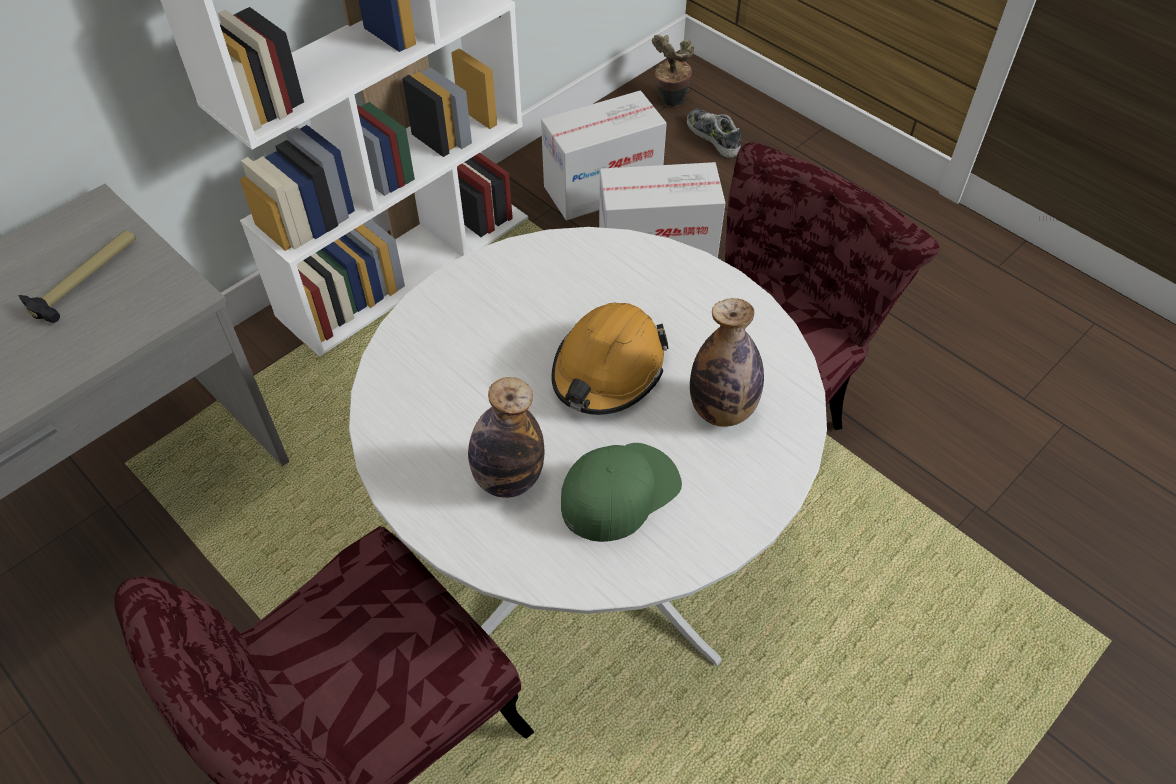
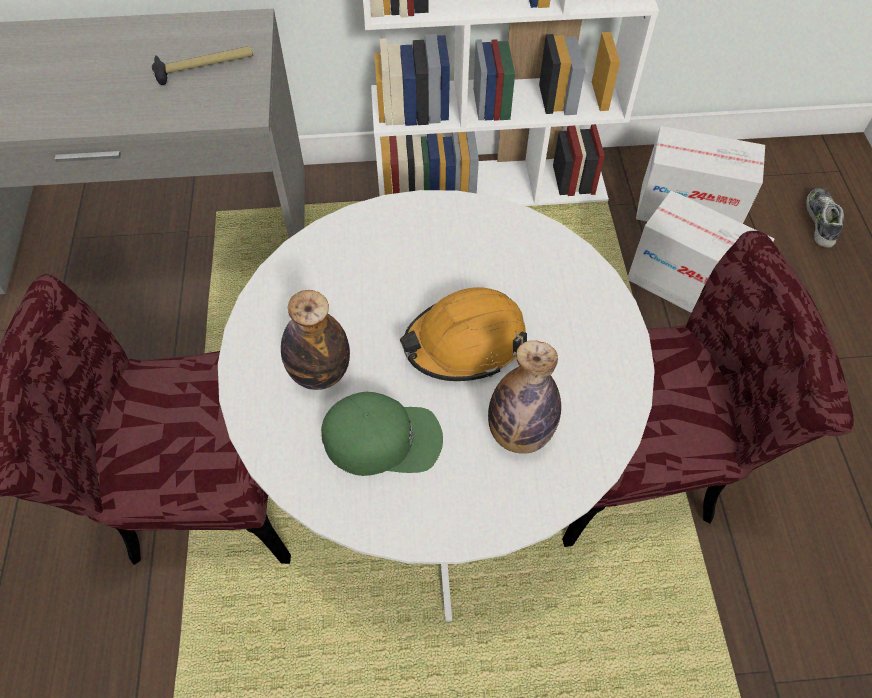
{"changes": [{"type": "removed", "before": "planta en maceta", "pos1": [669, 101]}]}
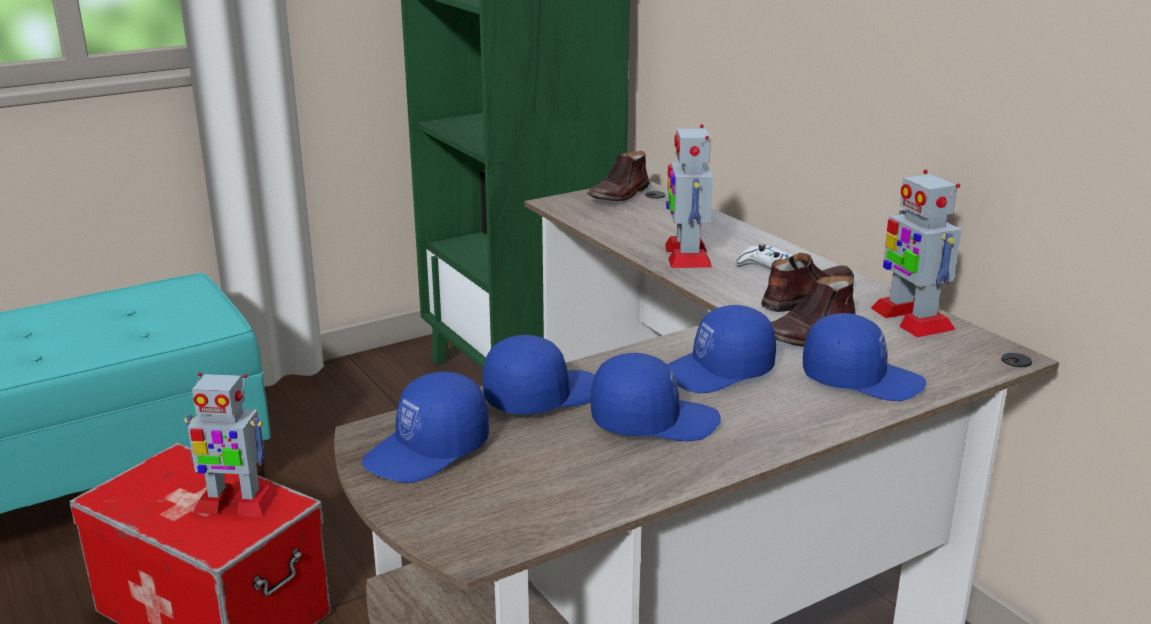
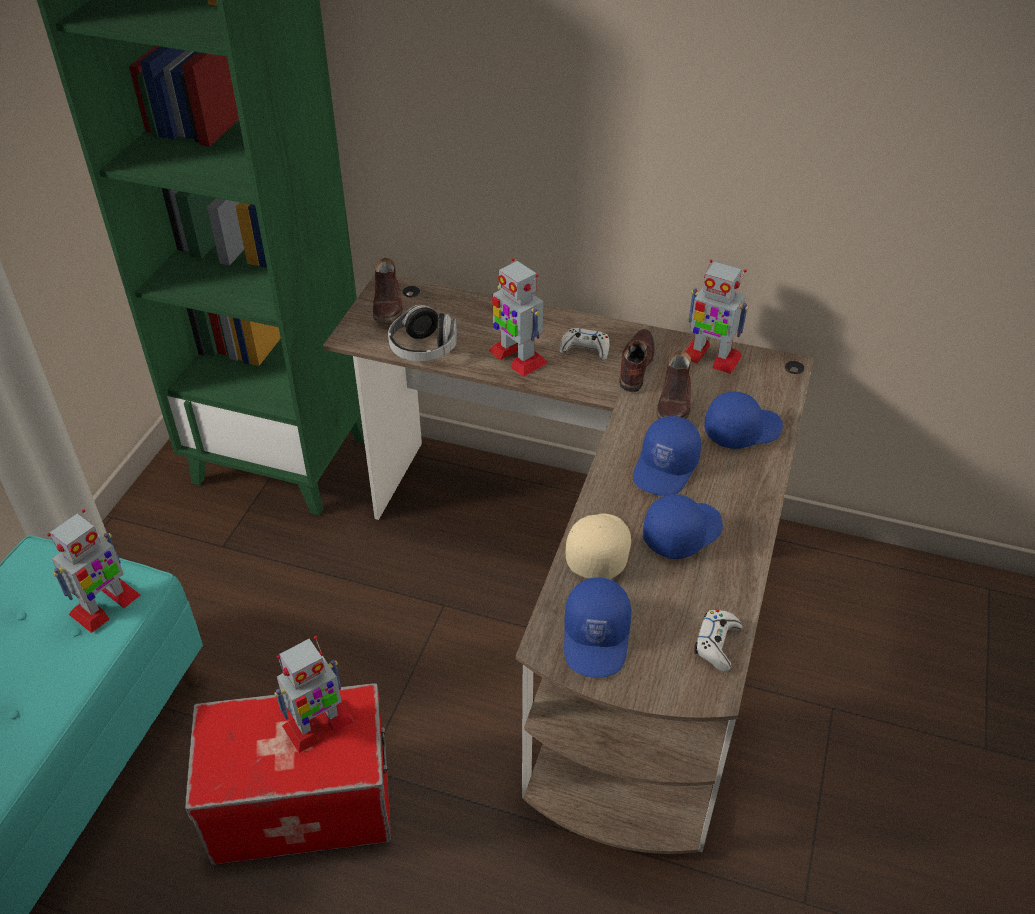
{"changes": [{"type": "recoloured", "before": "gorra (azul)", "after": "gorra (beis)", "pos1": [541, 396], "pos2": [598, 550]}, {"type": "added", "after": "auriculares", "pos2": [423, 349]}, {"type": "added", "after": "robot de juguete", "pos2": [104, 605]}, {"type": "added", "after": "mando de consola (blanco)", "pos2": [717, 644]}]}
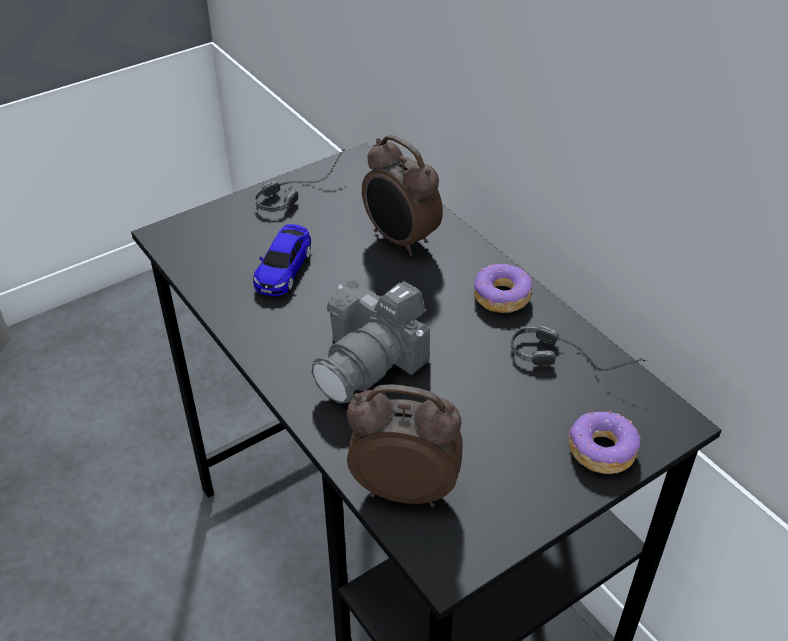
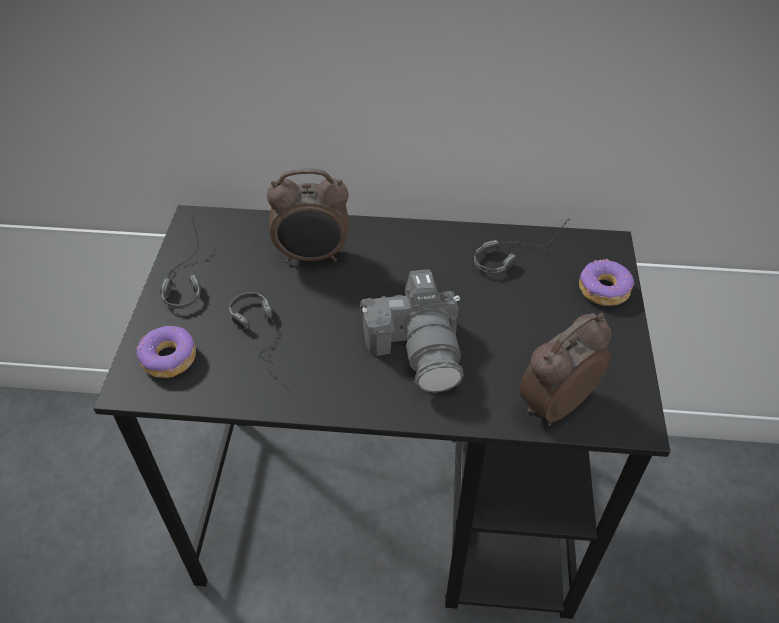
{"changes": [{"type": "replaced", "before": "coche de juguete", "after": "auriculares", "pos1": [283, 269], "pos2": [266, 337]}, {"type": "moved", "before": "rosquilla", "pos1": [501, 297], "pos2": [169, 359]}]}
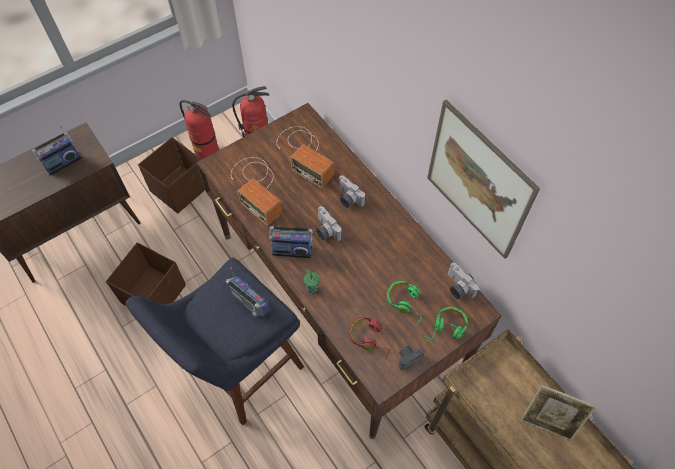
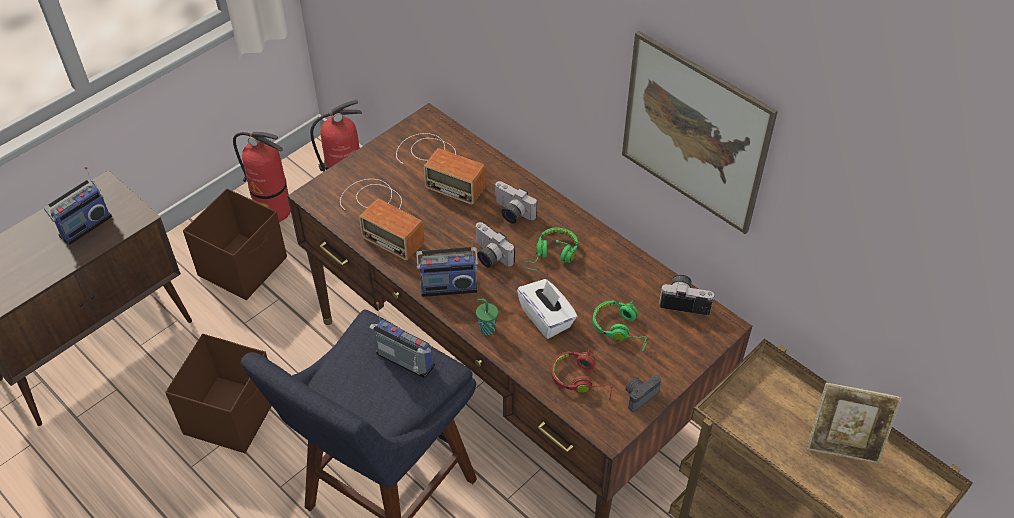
{"changes": [{"type": "turned", "before": "cámara", "pos1": [457, 287], "pos2": [685, 300], "turn": 150}, {"type": "moved", "before": "auriculares (verde)", "pos1": [446, 329], "pos2": [552, 255]}, {"type": "added", "after": "caja de pañuelos (blanco)", "pos2": [546, 318]}]}
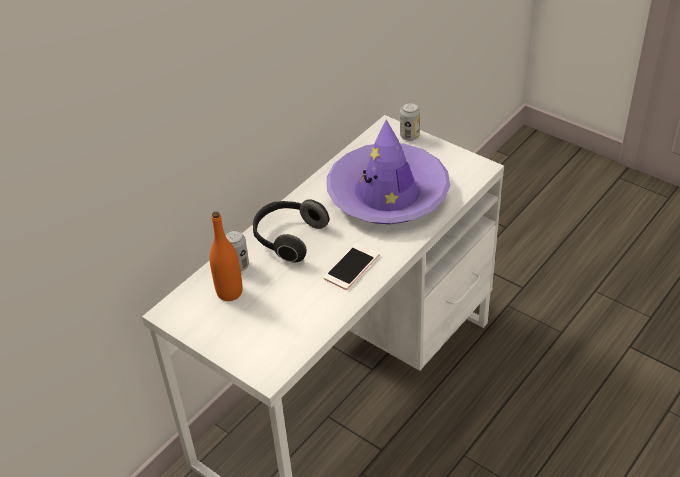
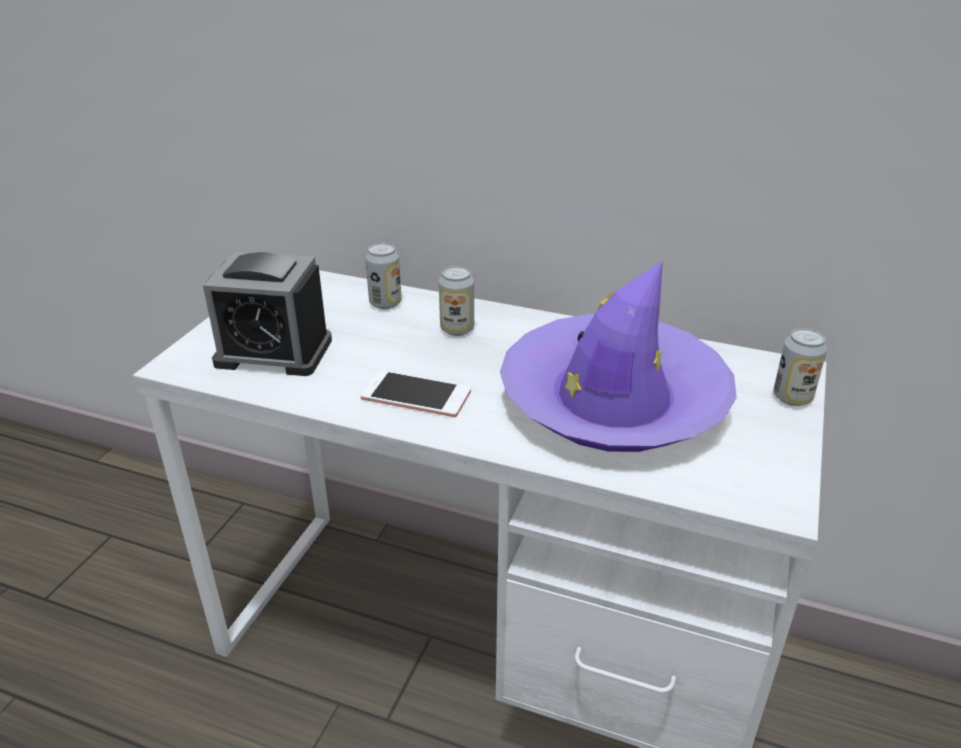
{"changes": [{"type": "replaced", "before": "auriculares", "after": "lata", "pos1": [288, 238], "pos2": [457, 329]}, {"type": "removed", "before": "botella (naranja)", "pos1": [229, 292]}, {"type": "added", "after": "despertador", "pos2": [274, 352]}]}
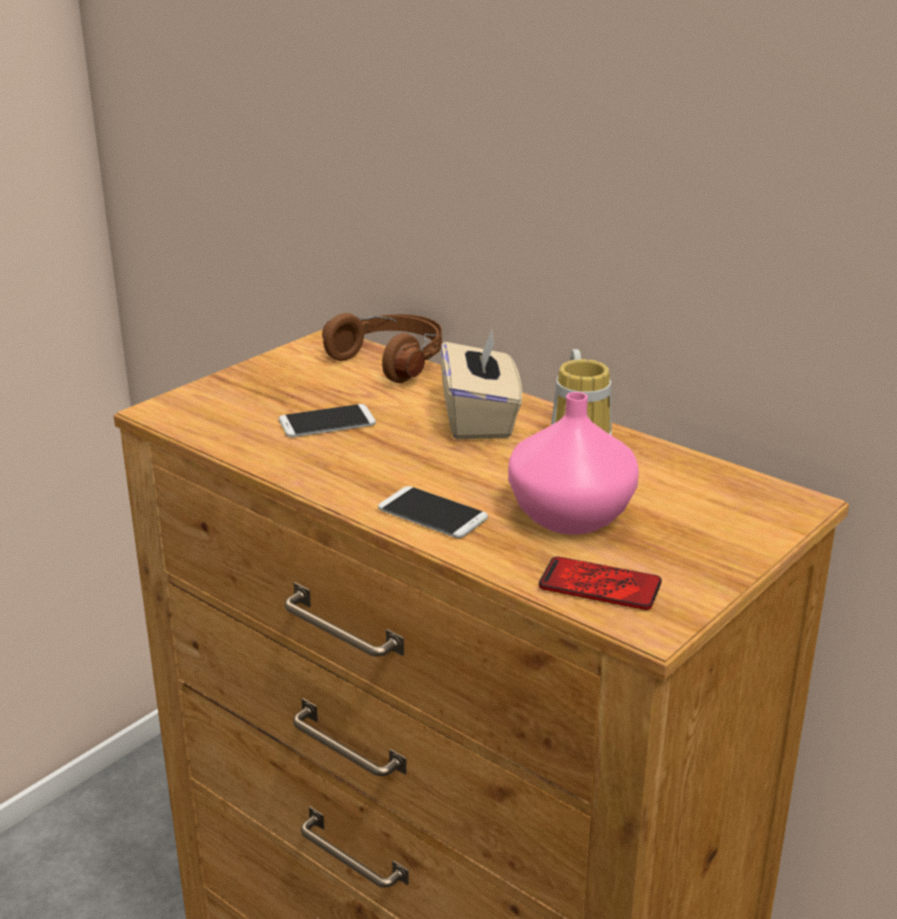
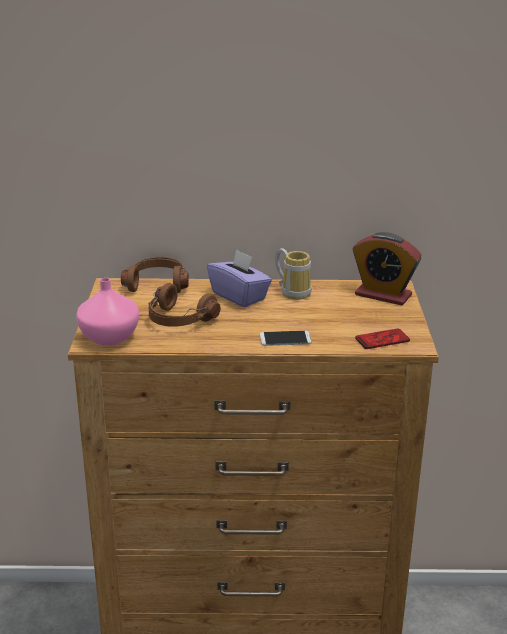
{"changes": [{"type": "recoloured", "before": "caja de pañuelos (beis)", "after": "caja de pañuelos (morado)", "pos1": [480, 419], "pos2": [239, 296]}, {"type": "moved", "before": "florero (rosa)", "pos1": [568, 516], "pos2": [108, 337]}, {"type": "replaced", "before": "móvil", "after": "auriculares (marrón)", "pos1": [327, 422], "pos2": [178, 320]}, {"type": "added", "after": "despertador", "pos2": [383, 295]}]}
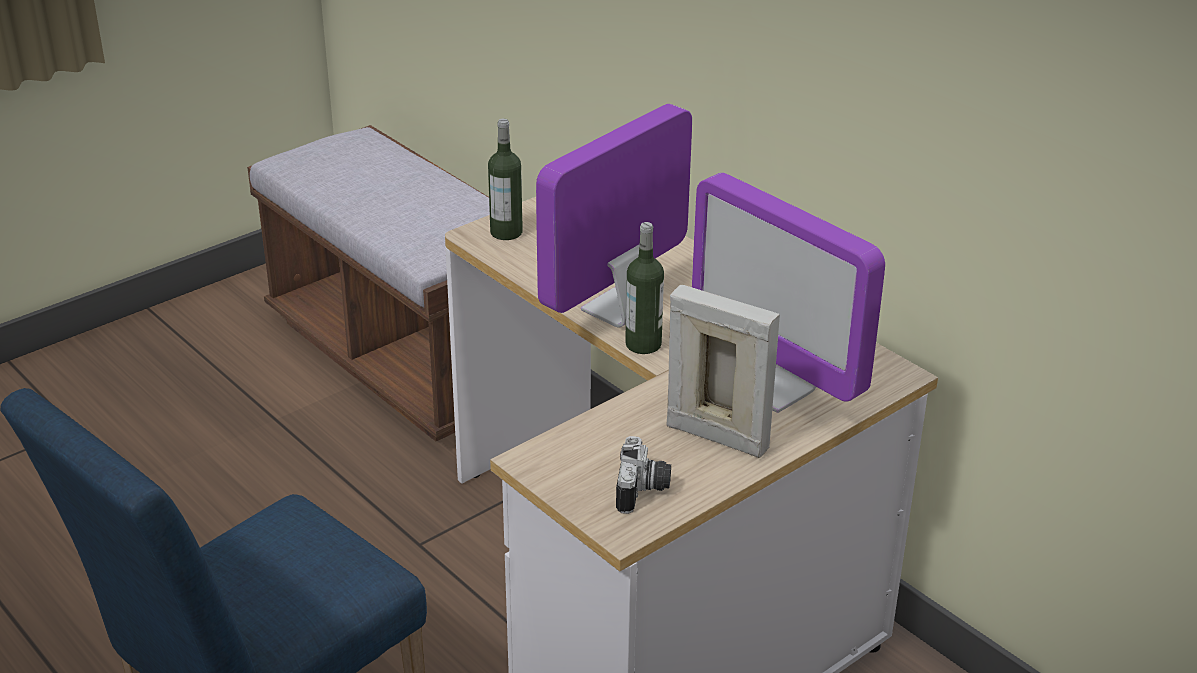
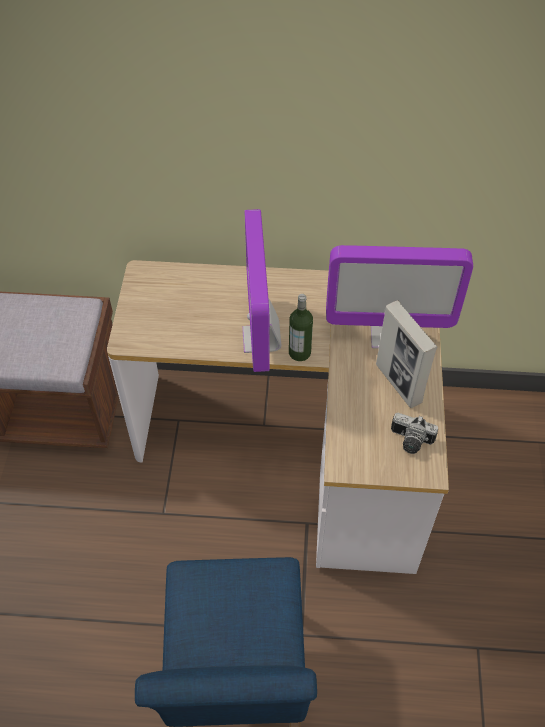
{"changes": [{"type": "removed", "before": "botella", "pos1": [506, 232]}, {"type": "turned", "before": "portarretratos", "pos1": [717, 437], "pos2": [398, 384], "turn": -105}, {"type": "turned", "before": "cámara", "pos1": [644, 491], "pos2": [410, 441], "turn": 150}]}
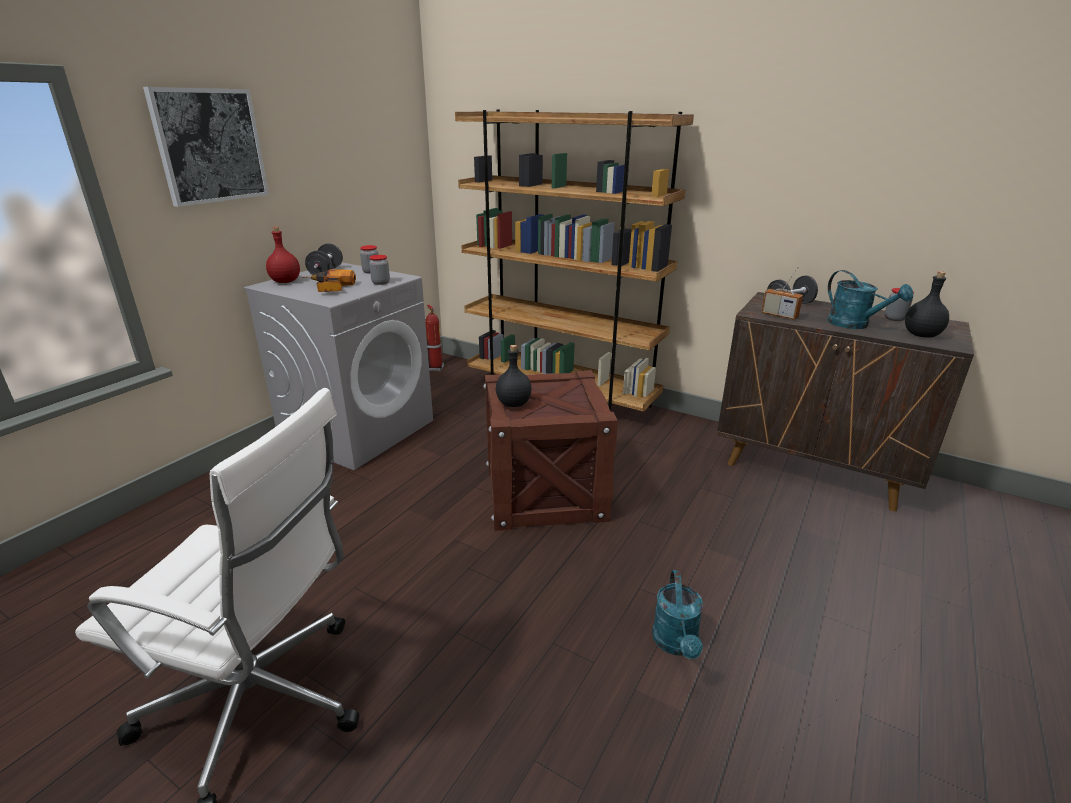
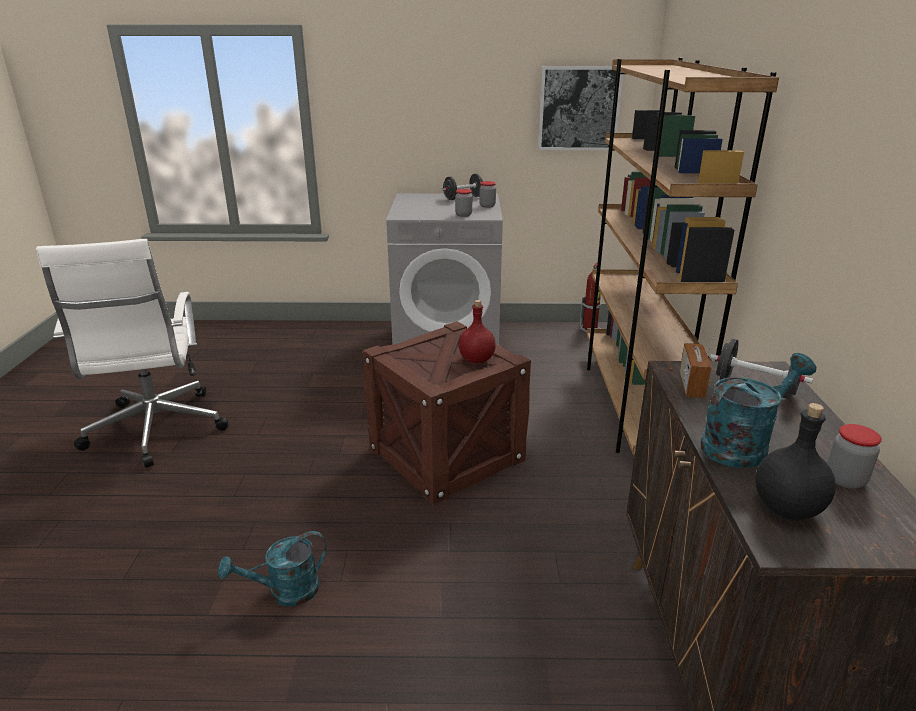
{"changes": [{"type": "moved", "before": "cuadro", "pos1": [210, 146], "pos2": [579, 108]}, {"type": "moved", "before": "botella (rojo)", "pos1": [286, 281], "pos2": [477, 359]}, {"type": "removed", "before": "taladro", "pos1": [328, 288]}, {"type": "turned", "before": "regadera (turquesa)", "pos1": [855, 325], "pos2": [742, 445], "turn": -150}, {"type": "removed", "before": "botella (negro)", "pos1": [514, 404]}]}
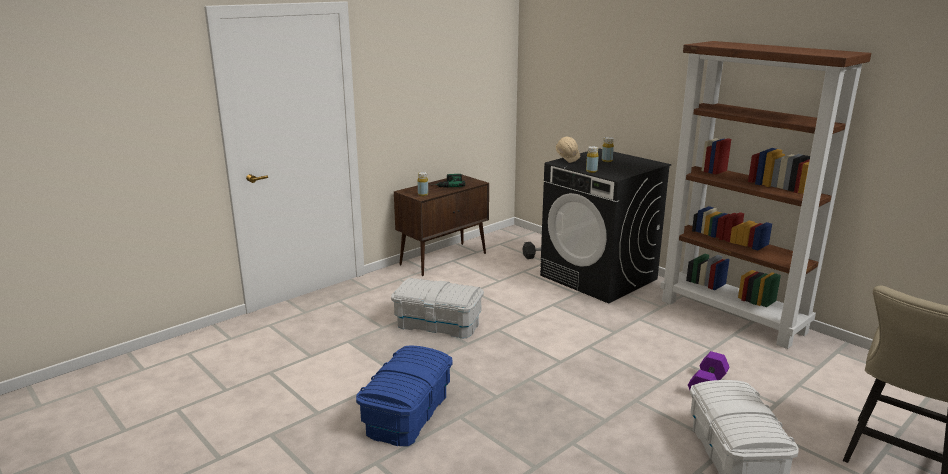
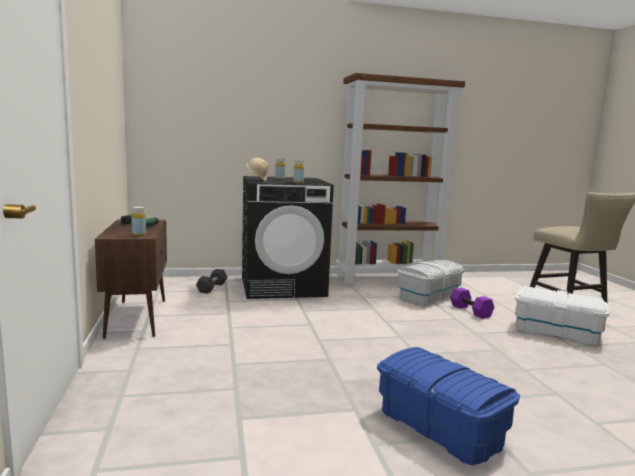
{"changes": [{"type": "moved", "before": "caja de almacenaje (blanco)", "pos1": [438, 324], "pos2": [428, 296]}]}
